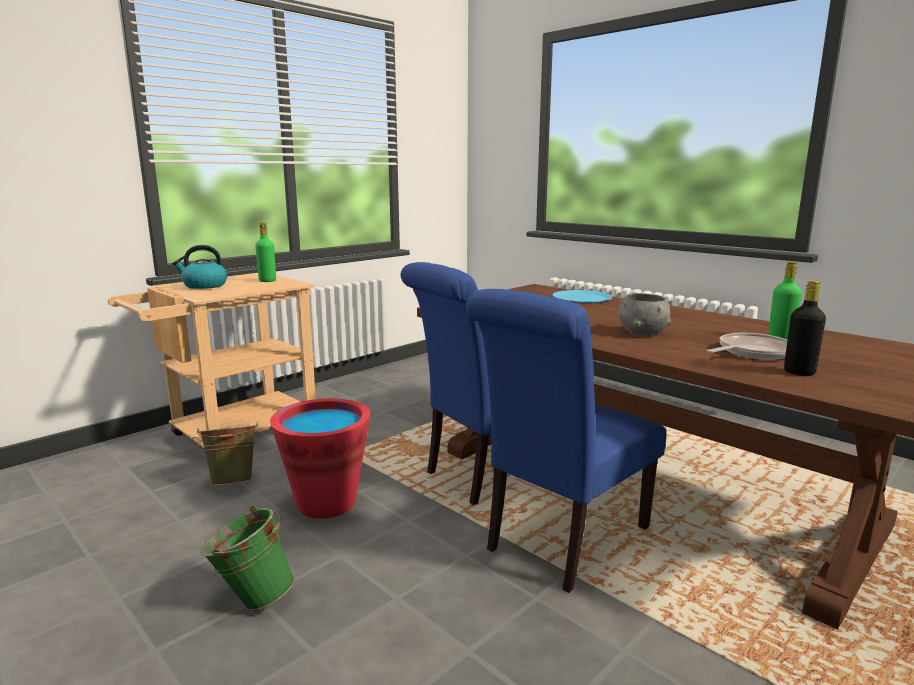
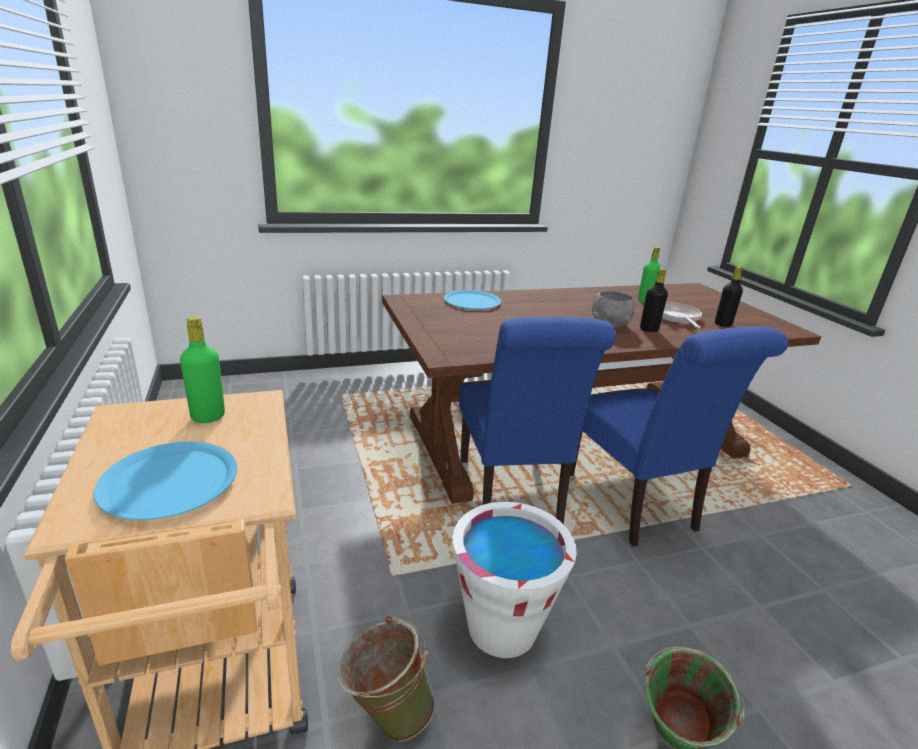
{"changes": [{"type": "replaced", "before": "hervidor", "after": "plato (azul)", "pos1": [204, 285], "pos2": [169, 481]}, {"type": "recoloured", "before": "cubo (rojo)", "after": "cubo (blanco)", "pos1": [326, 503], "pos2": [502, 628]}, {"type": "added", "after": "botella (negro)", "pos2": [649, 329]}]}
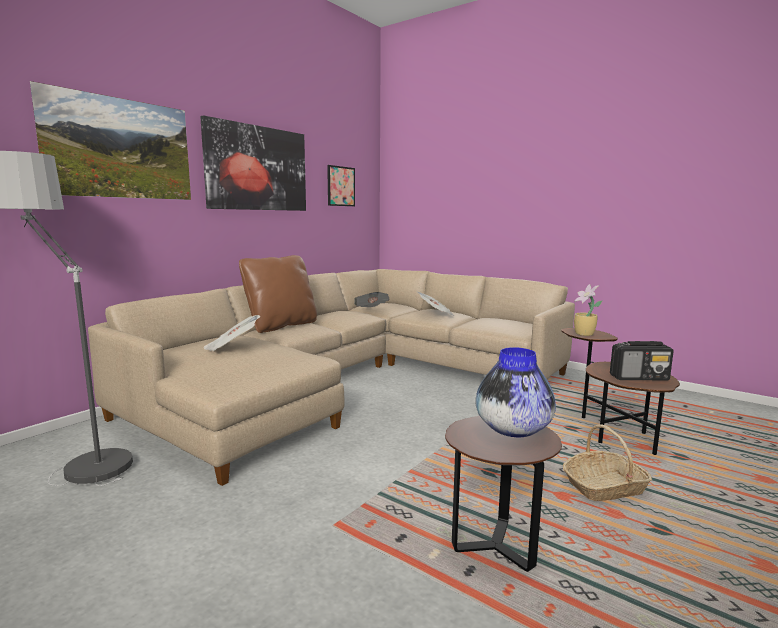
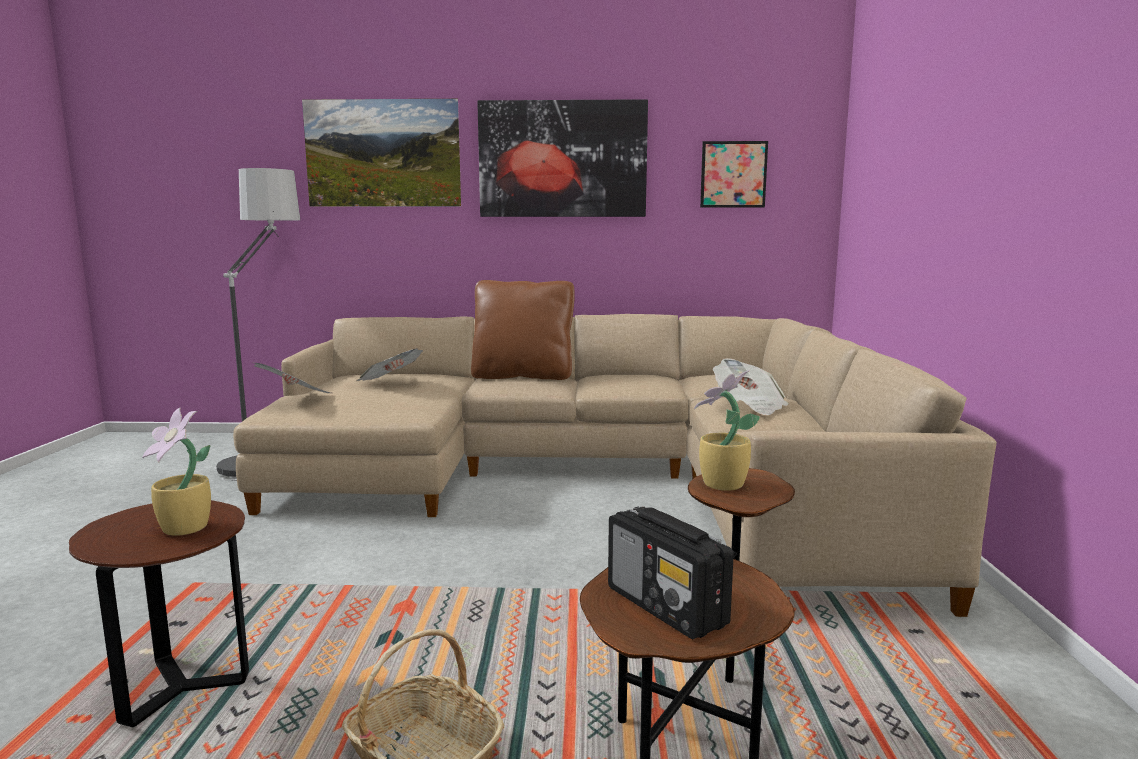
{"changes": [{"type": "moved", "before": "periódico", "pos1": [371, 310], "pos2": [295, 398]}, {"type": "replaced", "before": "florero", "after": "planta en maceta", "pos1": [513, 430], "pos2": [185, 529]}]}
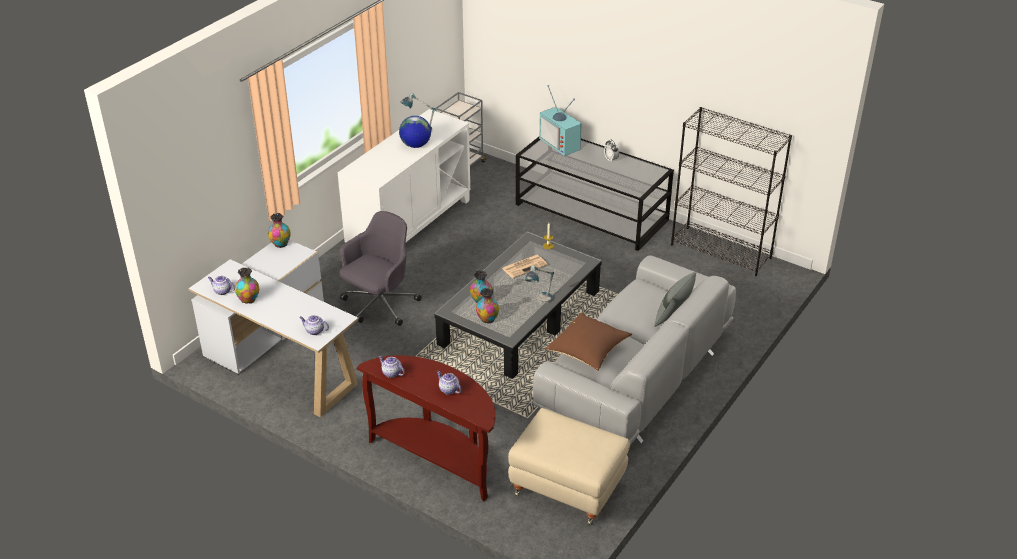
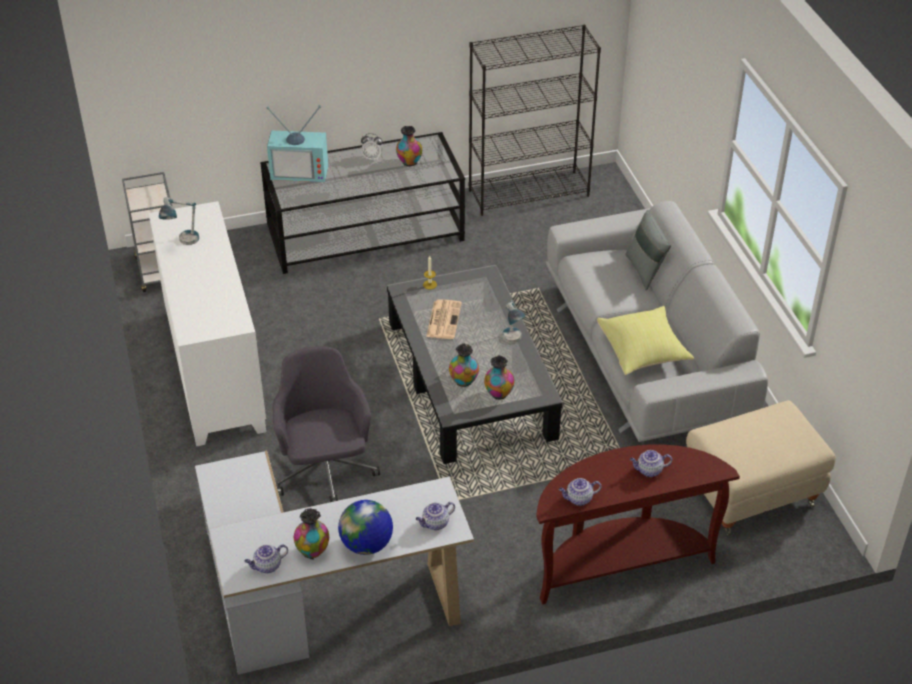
{"changes": [{"type": "moved", "before": "globo terráqueo", "pos1": [415, 145], "pos2": [366, 545]}, {"type": "moved", "before": "florero", "pos1": [280, 244], "pos2": [409, 162]}, {"type": "recoloured", "before": "cojín (marrón)", "after": "cojín (amarillo)", "pos1": [588, 352], "pos2": [643, 352]}]}
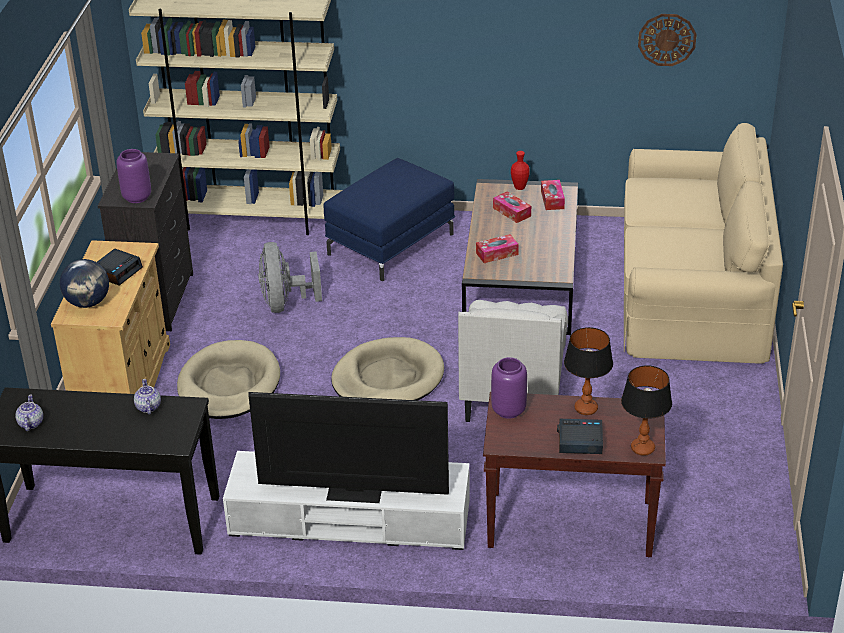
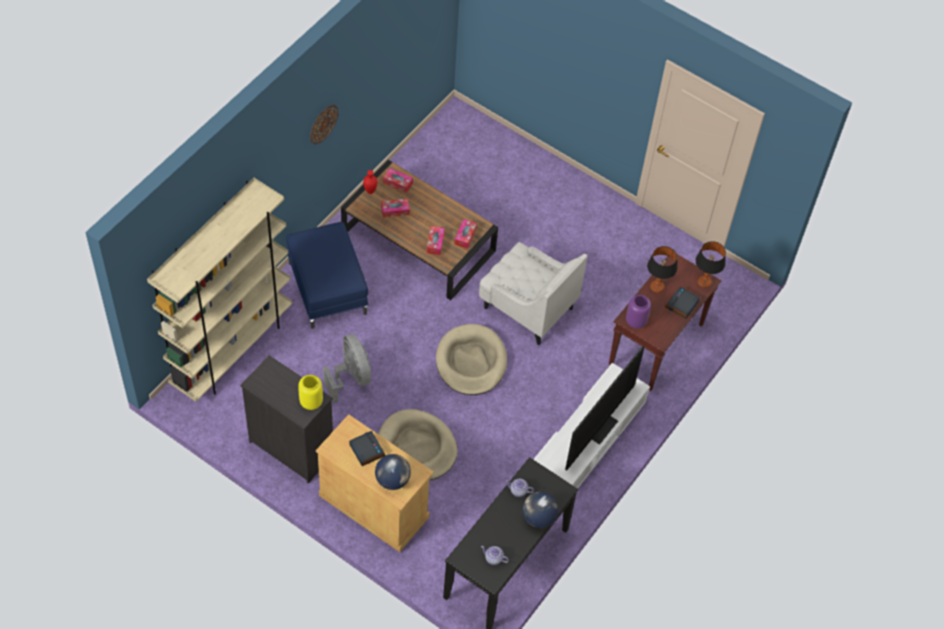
{"changes": [{"type": "moved", "before": "reloj de pared", "pos1": [667, 39], "pos2": [323, 124]}, {"type": "removed", "before": "sofá (beis)", "pos1": [691, 290]}, {"type": "recoloured", "before": "florero (morado)", "after": "florero (amarillo)", "pos1": [137, 197], "pos2": [311, 401]}, {"type": "turned", "before": "ventilador (gris)", "pos1": [285, 303], "pos2": [351, 378], "turn": -135}, {"type": "added", "after": "caja de pañuelos", "pos2": [465, 236]}, {"type": "added", "after": "globo terráqueo", "pos2": [538, 518]}]}
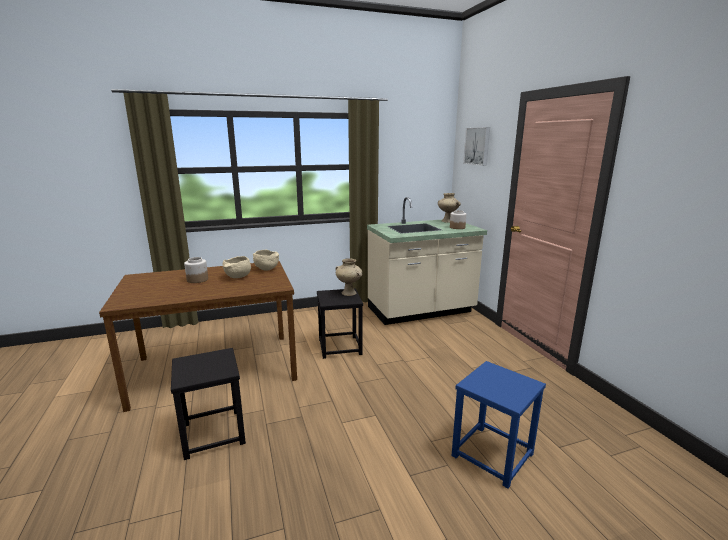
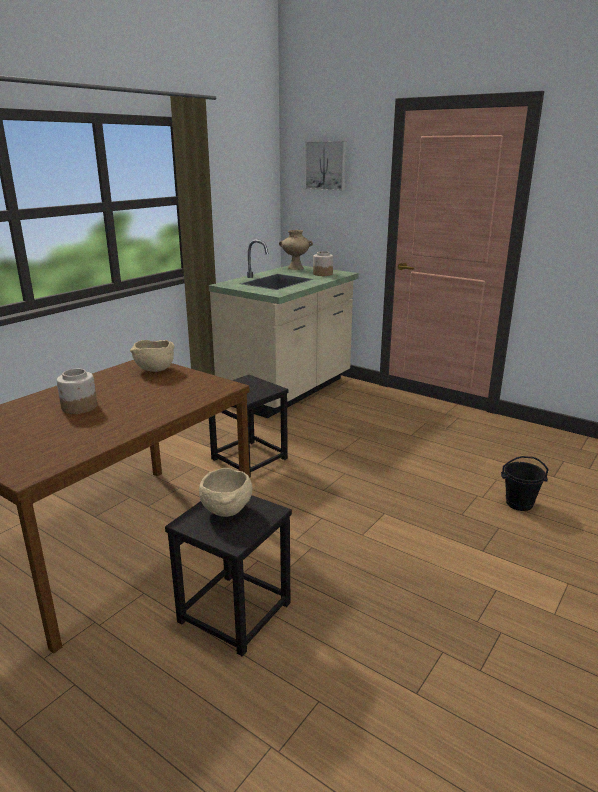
{"changes": [{"type": "moved", "before": "cuenco (beis)", "pos1": [237, 277], "pos2": [227, 511]}, {"type": "removed", "before": "florero (beis)", "pos1": [349, 293]}, {"type": "replaced", "before": "taburete (azul)", "after": "cubo (negro)", "pos1": [491, 455], "pos2": [519, 504]}]}
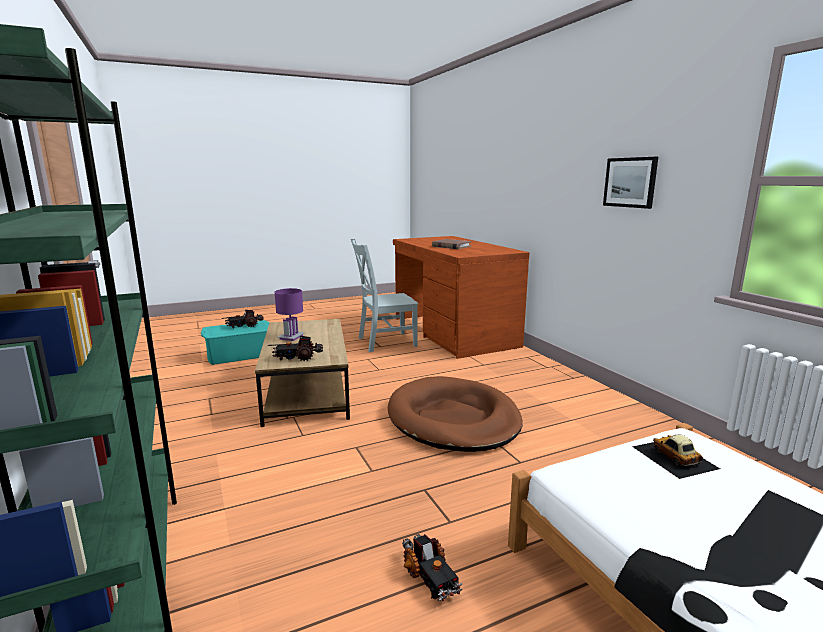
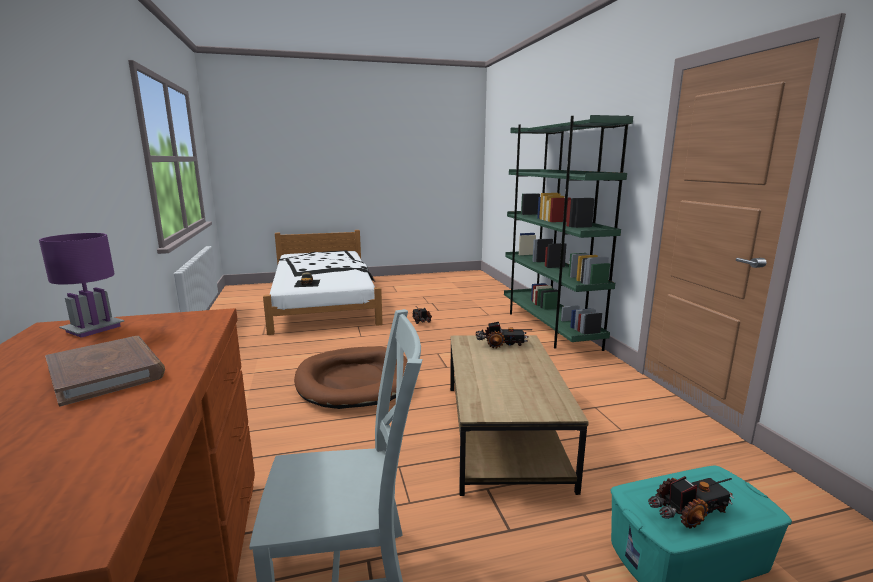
{"changes": [{"type": "removed", "before": "cuadro", "pos1": [630, 182]}, {"type": "moved", "before": "lámpara de mesa (morado)", "pos1": [291, 337], "pos2": [93, 329]}]}
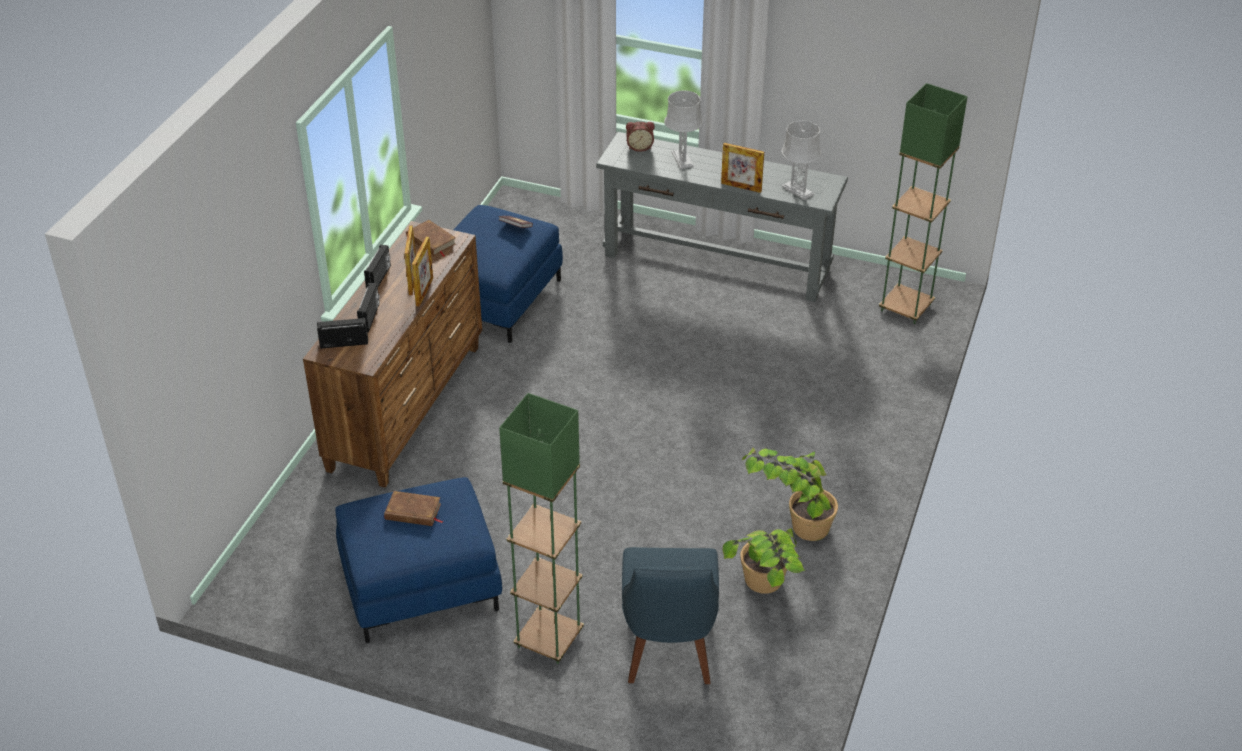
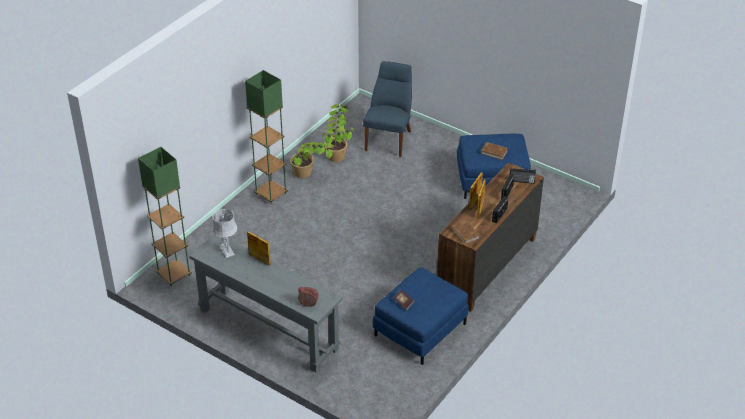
{"changes": [{"type": "removed", "before": "lámpara de mesa (gris)", "pos1": [682, 159]}, {"type": "moved", "before": "lámpara de pie (verde)", "pos1": [549, 639], "pos2": [271, 194]}]}
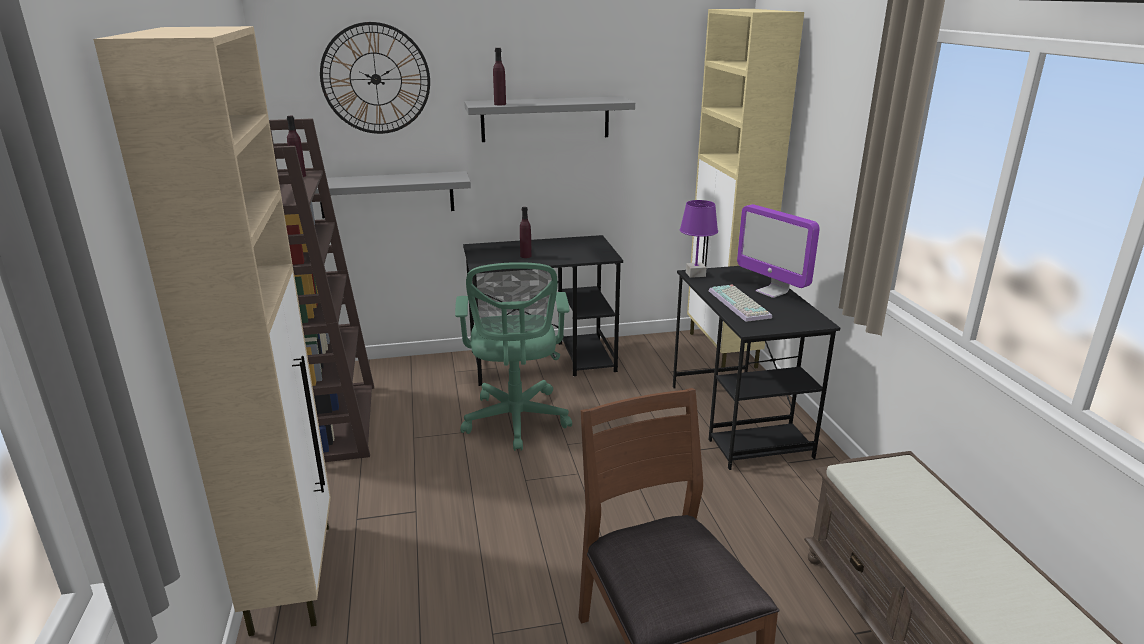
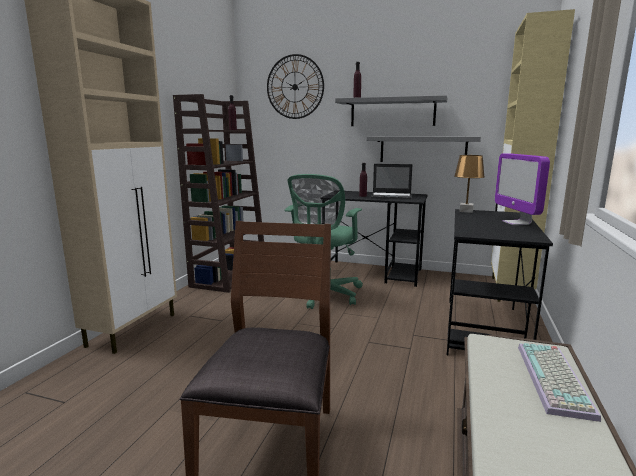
{"changes": [{"type": "moved", "before": "estante (gris)", "pos1": [387, 194], "pos2": [422, 149]}, {"type": "recoloured", "before": "lámpara de mesa (morado)", "after": "lámpara de mesa (marrón)", "pos1": [695, 274], "pos2": [466, 211]}, {"type": "moved", "before": "teclado", "pos1": [741, 304], "pos2": [556, 380]}, {"type": "added", "after": "portátil", "pos2": [392, 196]}]}
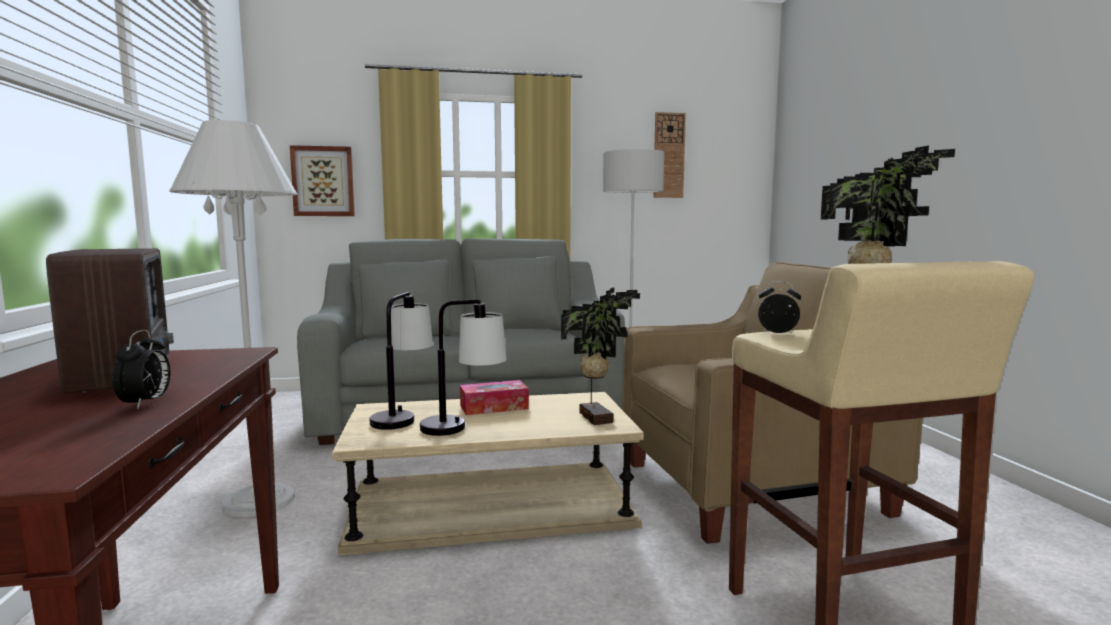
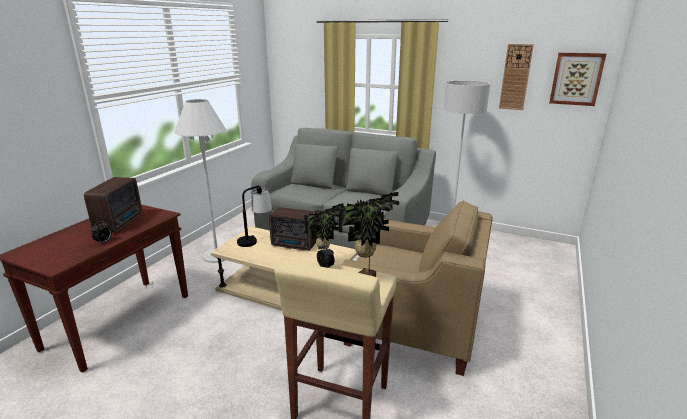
{"changes": [{"type": "moved", "before": "cuadro", "pos1": [323, 181], "pos2": [576, 79]}, {"type": "removed", "before": "lámpara de mesa", "pos1": [463, 429]}, {"type": "replaced", "before": "caja de pañuelos", "after": "radio", "pos1": [494, 407], "pos2": [295, 245]}]}
